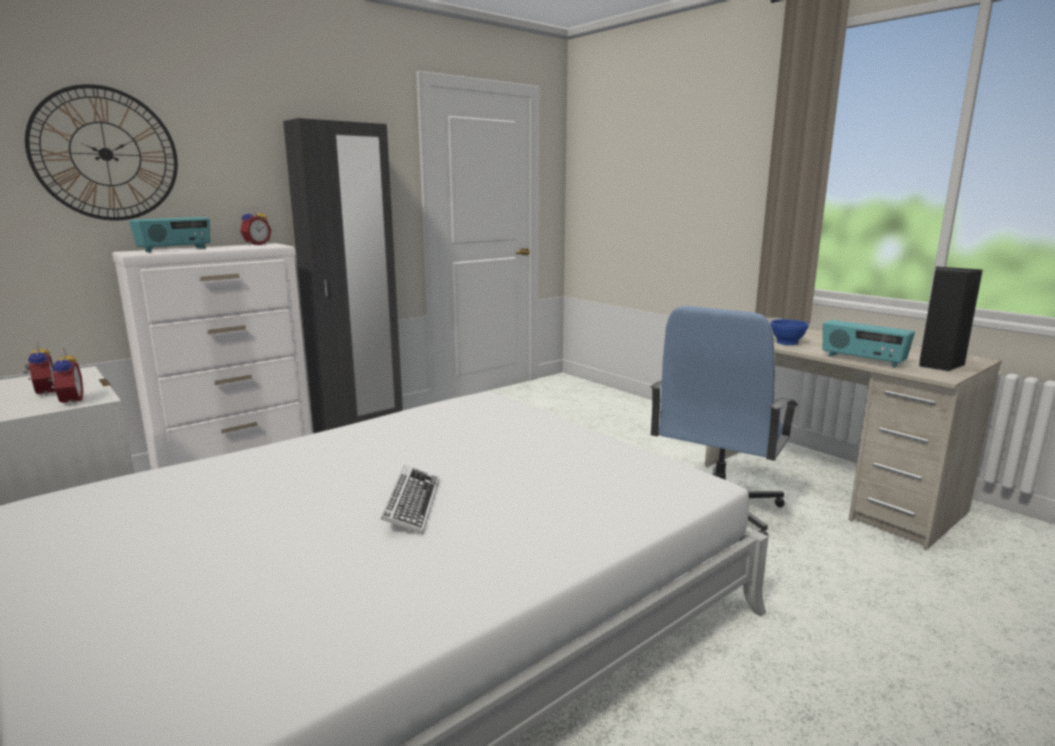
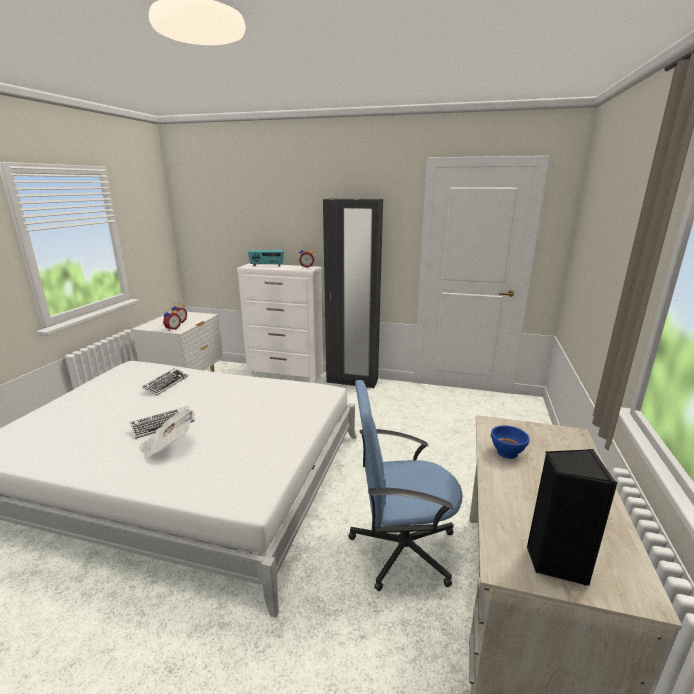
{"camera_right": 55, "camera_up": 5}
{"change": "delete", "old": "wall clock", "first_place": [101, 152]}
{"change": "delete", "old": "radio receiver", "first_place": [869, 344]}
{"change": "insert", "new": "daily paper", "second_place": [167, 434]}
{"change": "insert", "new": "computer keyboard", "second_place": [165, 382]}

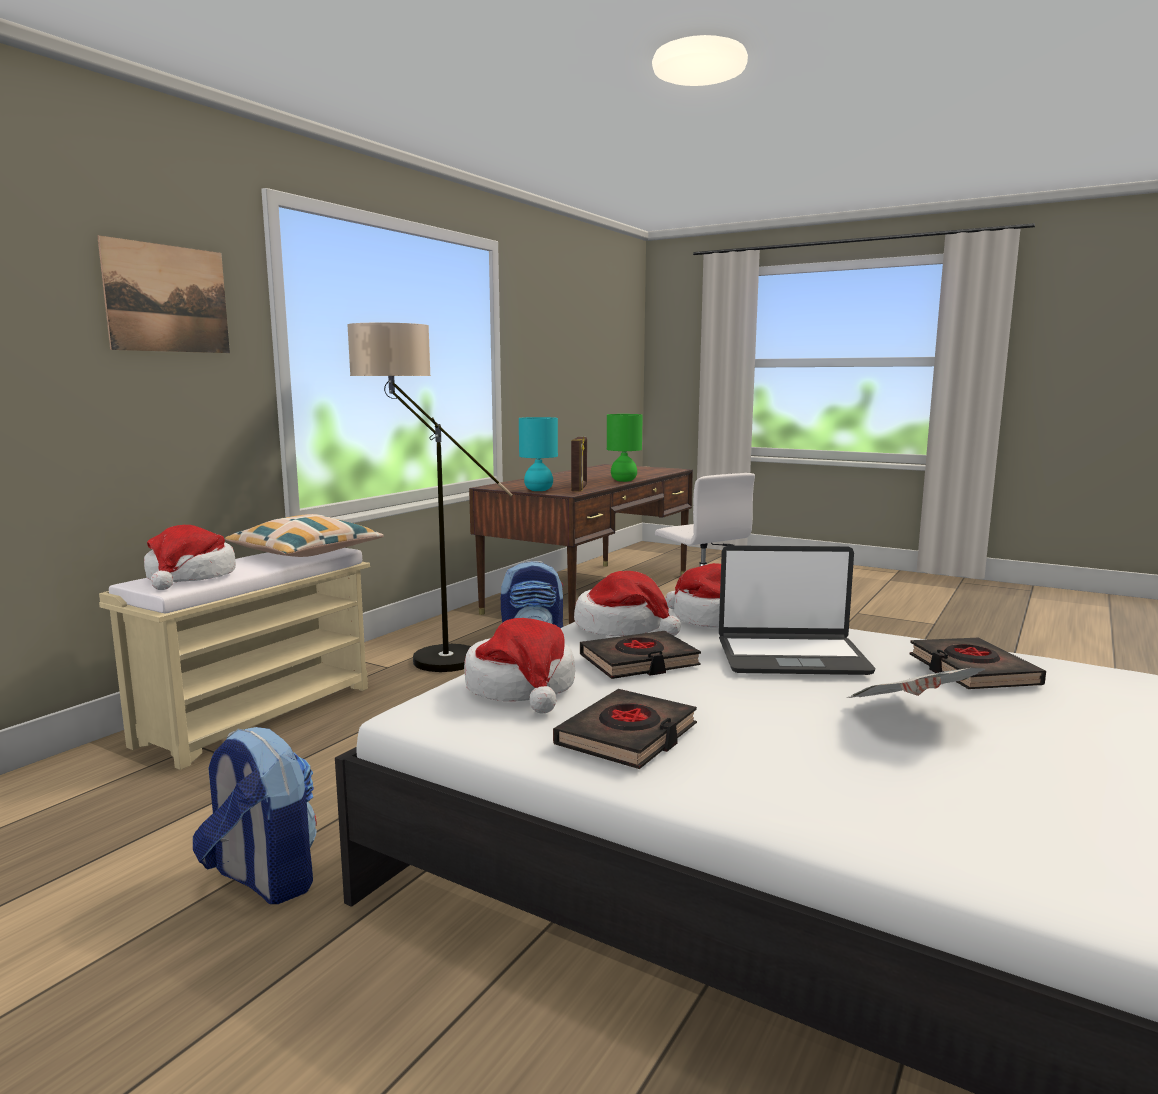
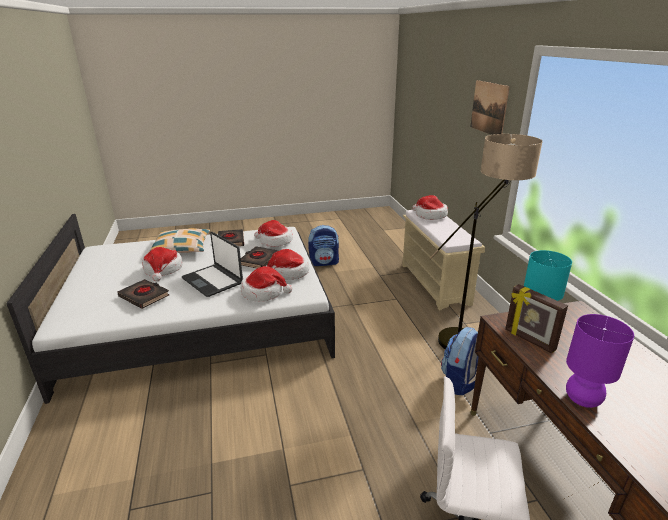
{"camera_right": 135, "camera_up": 15}
{"change": "move", "old": "pillow", "first_place": [304, 535], "second_place": [178, 241]}
{"change": "recolor", "old": "greenish table lamp", "new": "purplish table lamp", "first_place": [625, 448], "second_place": [600, 361]}
{"change": "rotate", "old": "notebook computer", "first_place": [797, 610], "second_place": [212, 264], "degrees": -90}
{"change": "replace", "old": "daily paper", "new": "wearable hat", "first_place": [916, 683], "second_place": [162, 264]}

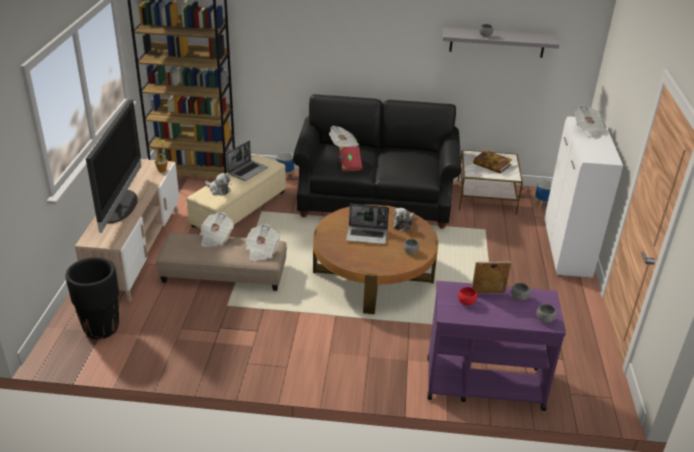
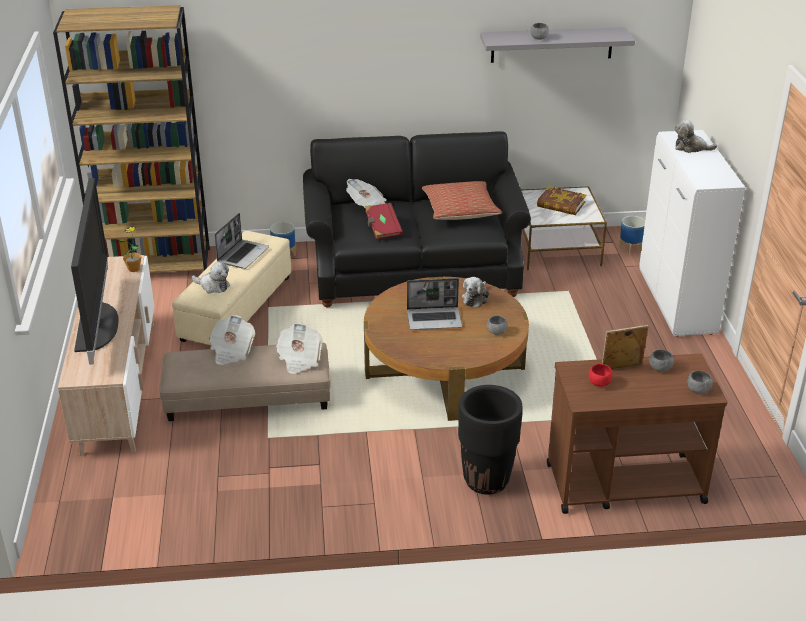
{"camera_right": -10, "camera_up": 0}
{"change": "move", "old": "black flower pot", "first_place": [92, 298], "second_place": [490, 440]}
{"change": "recolor", "old": "purplish trolley", "new": "brown trolley", "first_place": [496, 346], "second_place": [637, 434]}
{"change": "replace", "old": "daily paper", "new": "cuddly toy", "first_place": [591, 122], "second_place": [696, 136]}
{"change": "insert", "new": "pillow", "second_place": [462, 200]}

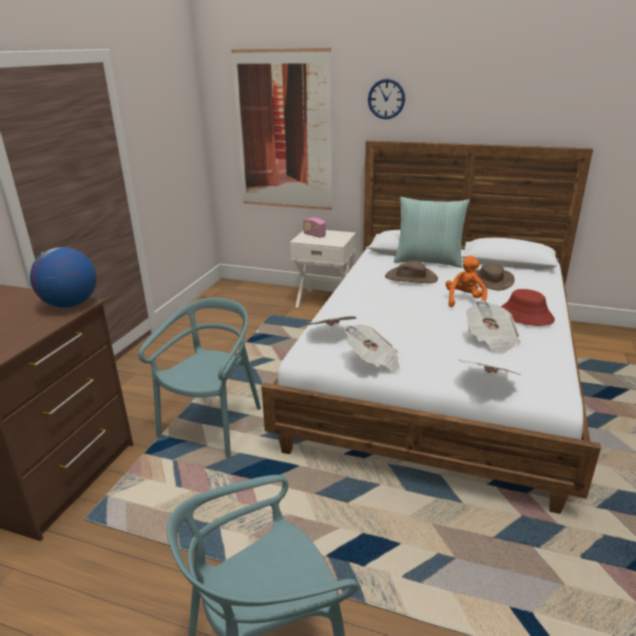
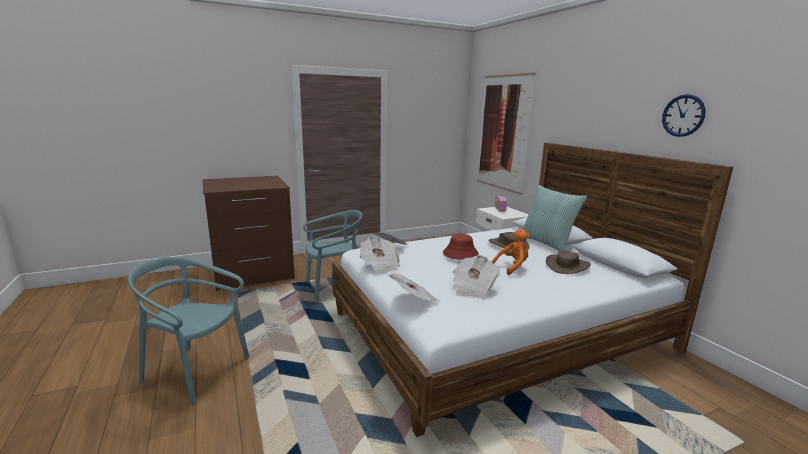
{"camera_right": 45, "camera_up": -10}
{"change": "delete", "old": "desk globe", "first_place": [63, 277]}
{"change": "move", "old": "wall clock", "first_place": [386, 99], "second_place": [684, 115]}
{"change": "move", "old": "red-coloured wearable hat", "first_place": [528, 307], "second_place": [461, 247]}

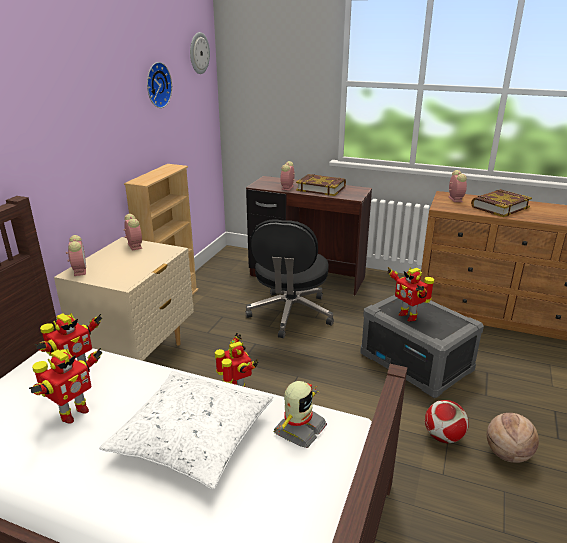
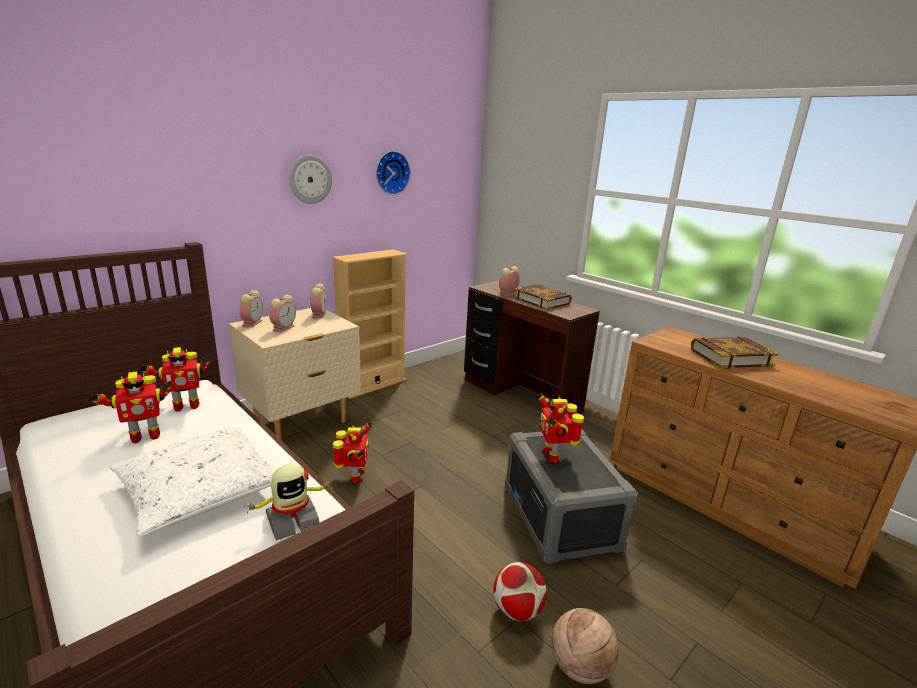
{"camera_right": 25, "camera_up": -5}
{"change": "move", "old": "wall clock", "first_place": [200, 53], "second_place": [310, 179]}
{"change": "delete", "old": "black computer chair", "first_place": [289, 278]}
{"change": "move", "old": "alarm clock", "first_place": [457, 186], "second_place": [282, 313]}

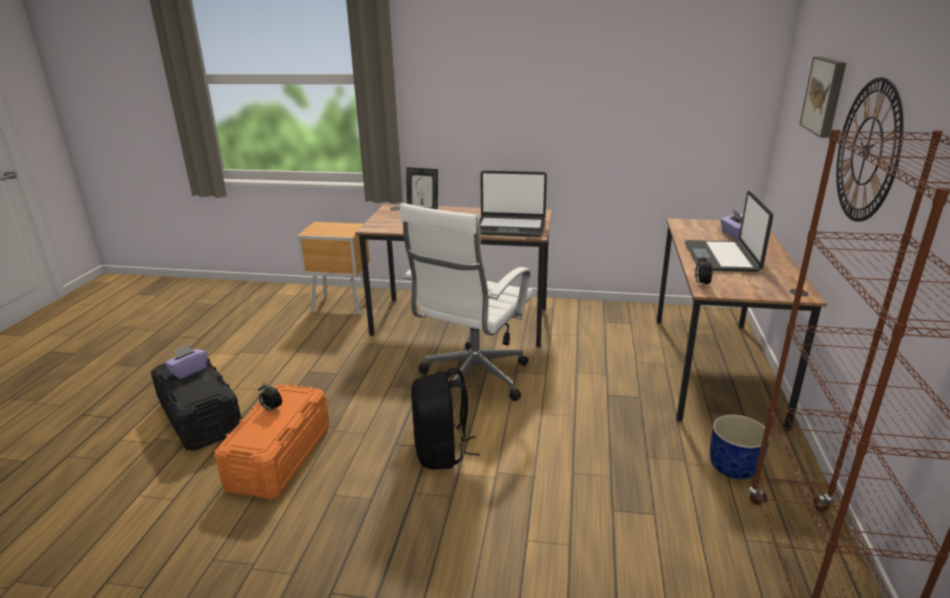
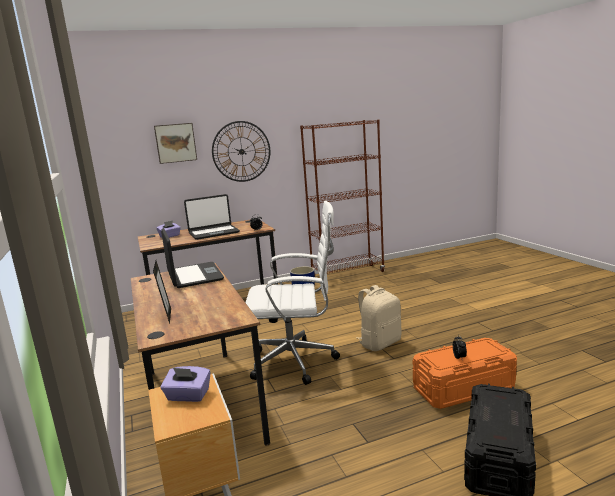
{"camera_right": -120, "camera_up": -10}
{"change": "move", "old": "purplish tissue holder", "first_place": [186, 361], "second_place": [185, 384]}
{"change": "recolor", "old": "black knapsack", "new": "beige-coloured knapsack", "first_place": [445, 419], "second_place": [378, 318]}

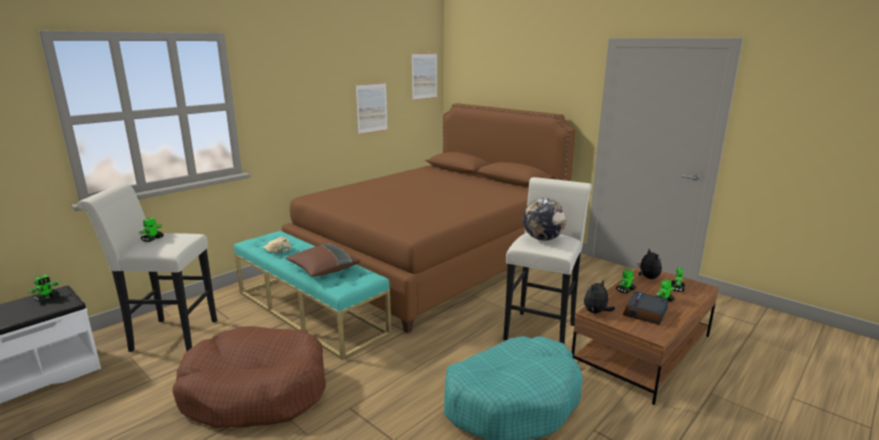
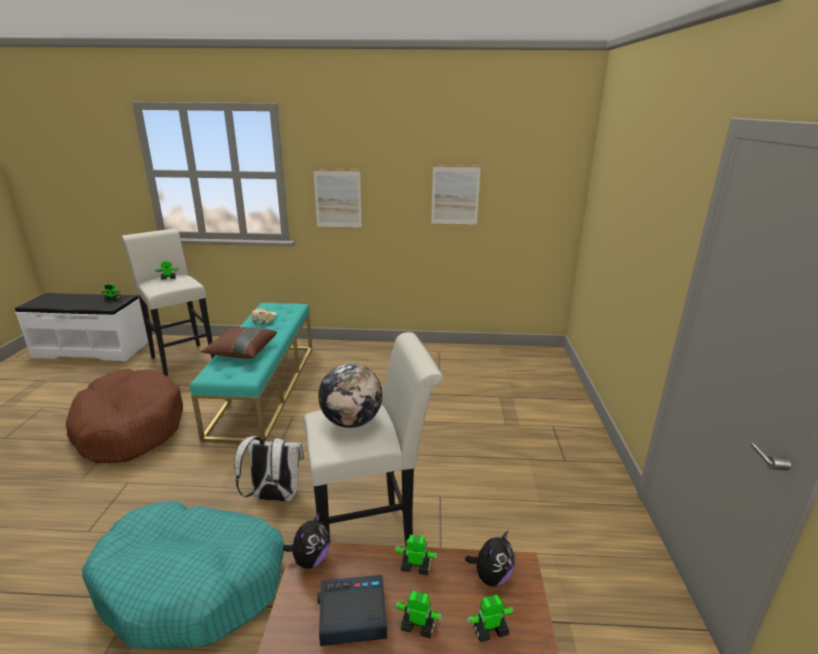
{"camera_right": 50, "camera_up": 5}
{"change": "delete", "old": "brown sleeping bed", "first_place": [429, 218]}
{"change": "move", "old": "wall picture", "first_place": [424, 76], "second_place": [337, 199]}
{"change": "rotate", "old": "cuddly toy", "first_place": [599, 296], "second_place": [306, 540], "degrees": 105}
{"change": "insert", "new": "white knapsack", "second_place": [269, 468]}

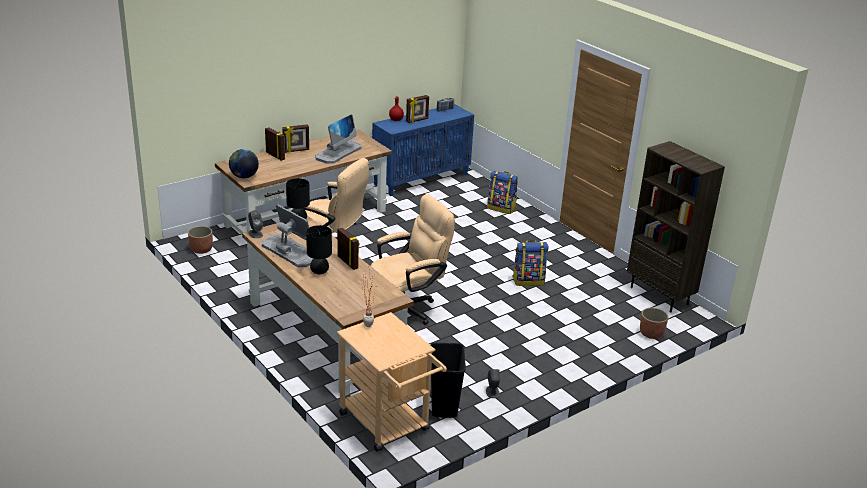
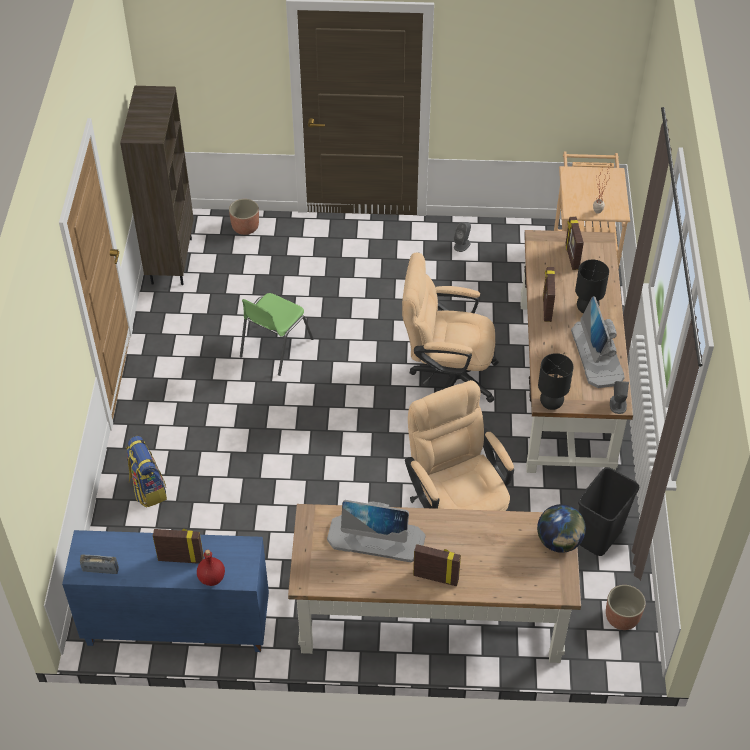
{"camera_right": -140, "camera_up": 20}
{"change": "move", "old": "picture frame", "first_place": [275, 144], "second_place": [575, 243]}
{"change": "rotate", "old": "computer display", "first_place": [338, 139], "second_place": [376, 531], "degrees": -150}
{"change": "move", "old": "black waste bin", "first_place": [448, 380], "second_place": [608, 511]}
{"change": "replace", "old": "knapsack", "new": "greenish chair", "first_place": [530, 263], "second_place": [277, 334]}

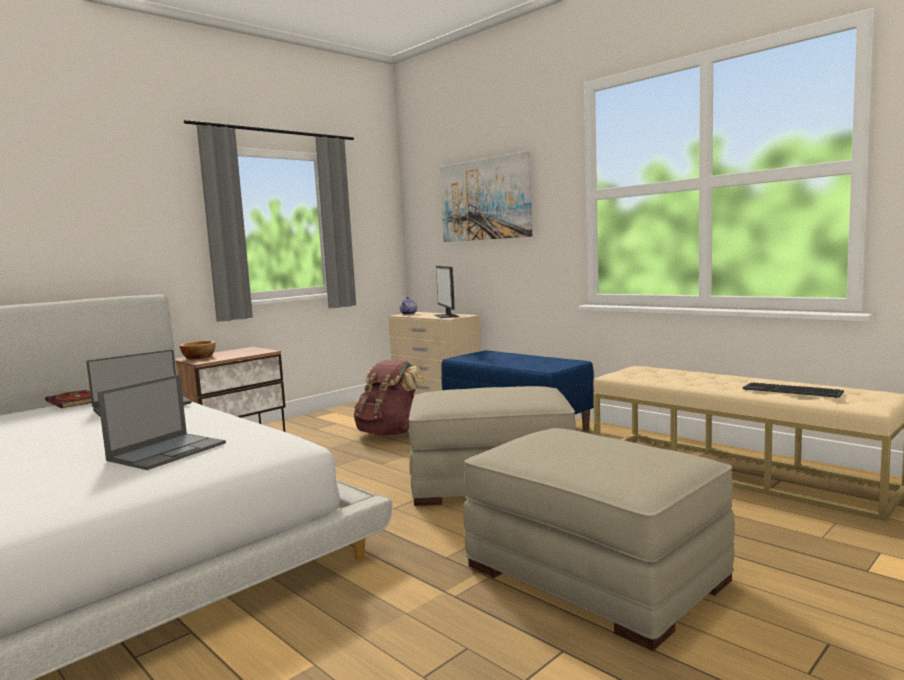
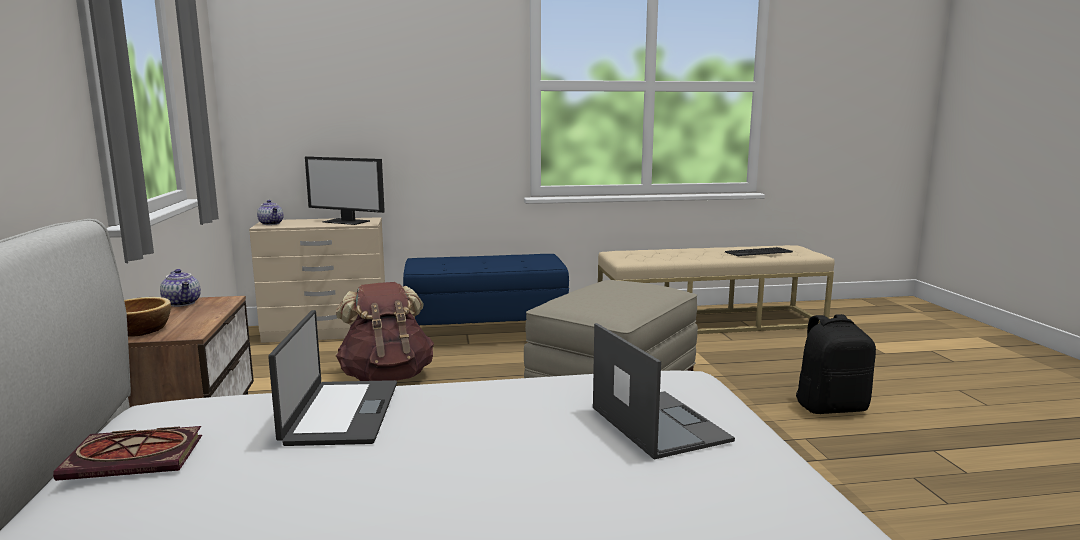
{"camera_right": -55, "camera_up": 5}
{"change": "delete", "old": "wall picture", "first_place": [486, 196]}
{"change": "replace", "old": "beige-coloured pouffe", "new": "black knapsack", "first_place": [599, 539], "second_place": [836, 364]}
{"change": "insert", "new": "pot for tea", "second_place": [180, 288]}

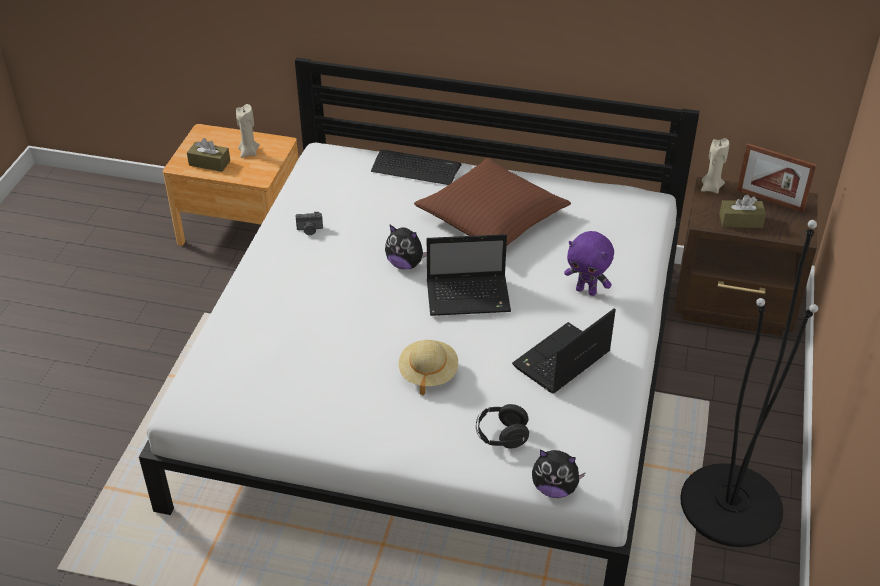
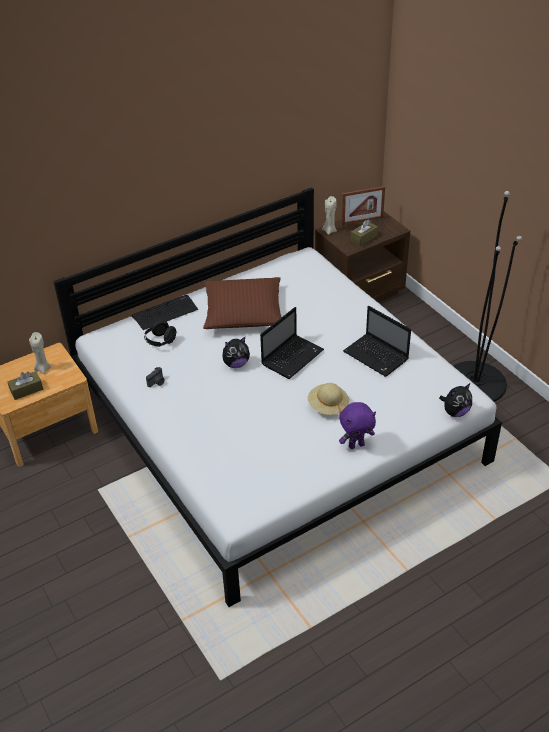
{"camera_right": -45, "camera_up": 0}
{"change": "move", "old": "black pair of headphones", "first_place": [502, 426], "second_place": [160, 333]}
{"change": "rotate", "old": "notebook computer", "first_place": [564, 351], "second_place": [377, 341], "degrees": -45}
{"change": "move", "old": "purplish cuddly toy", "first_place": [589, 263], "second_place": [357, 425]}

